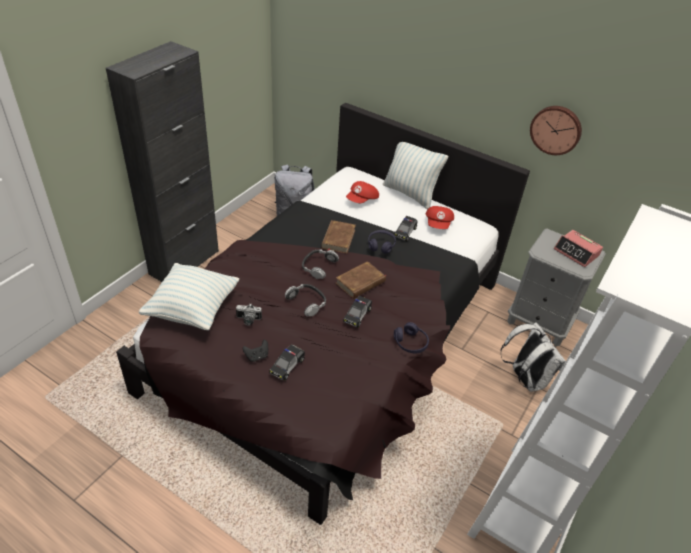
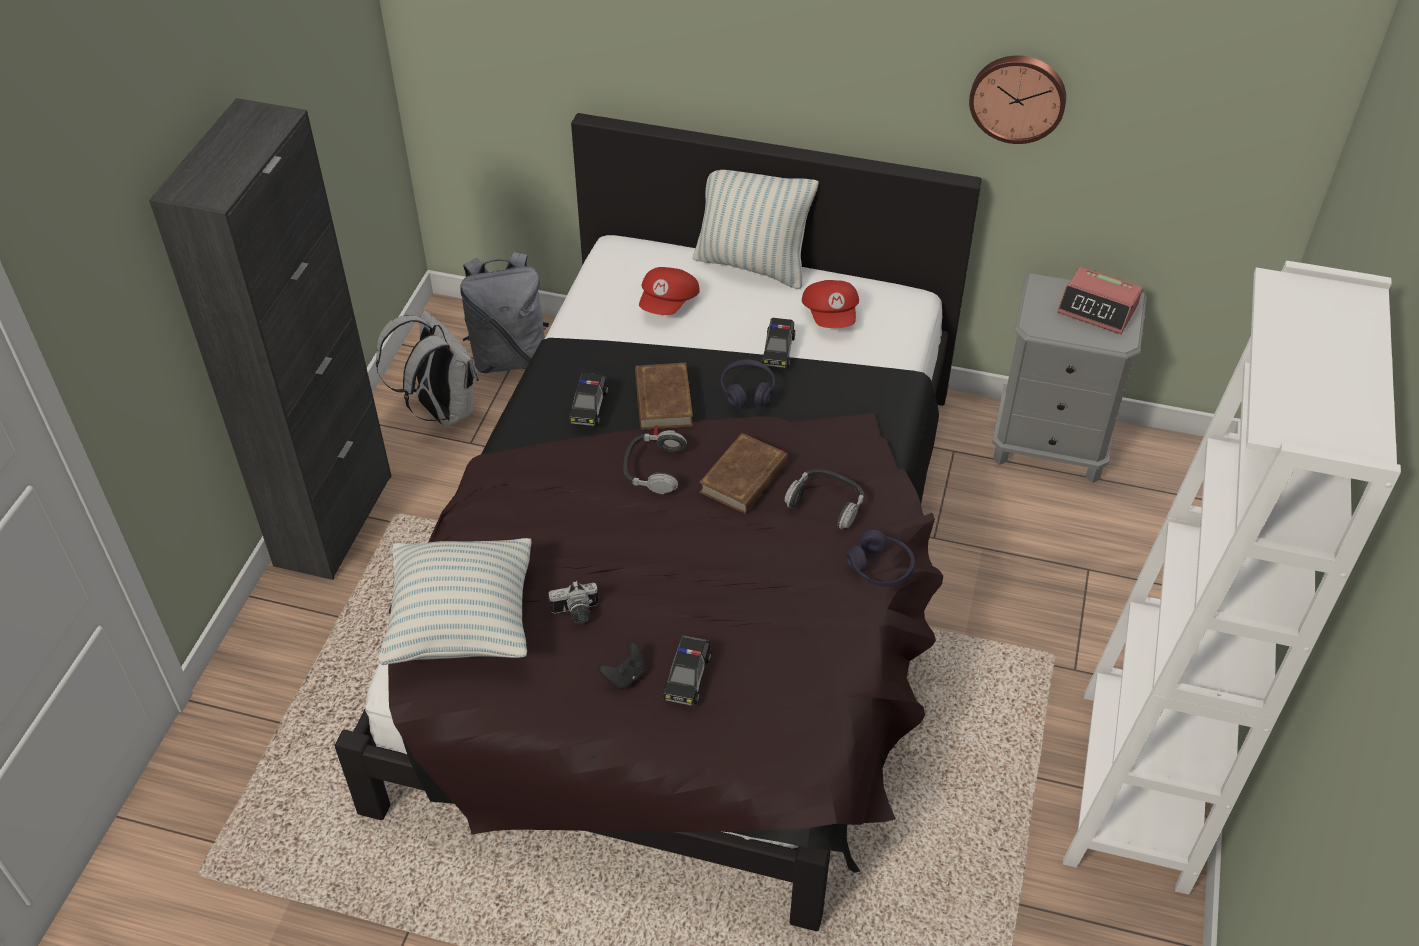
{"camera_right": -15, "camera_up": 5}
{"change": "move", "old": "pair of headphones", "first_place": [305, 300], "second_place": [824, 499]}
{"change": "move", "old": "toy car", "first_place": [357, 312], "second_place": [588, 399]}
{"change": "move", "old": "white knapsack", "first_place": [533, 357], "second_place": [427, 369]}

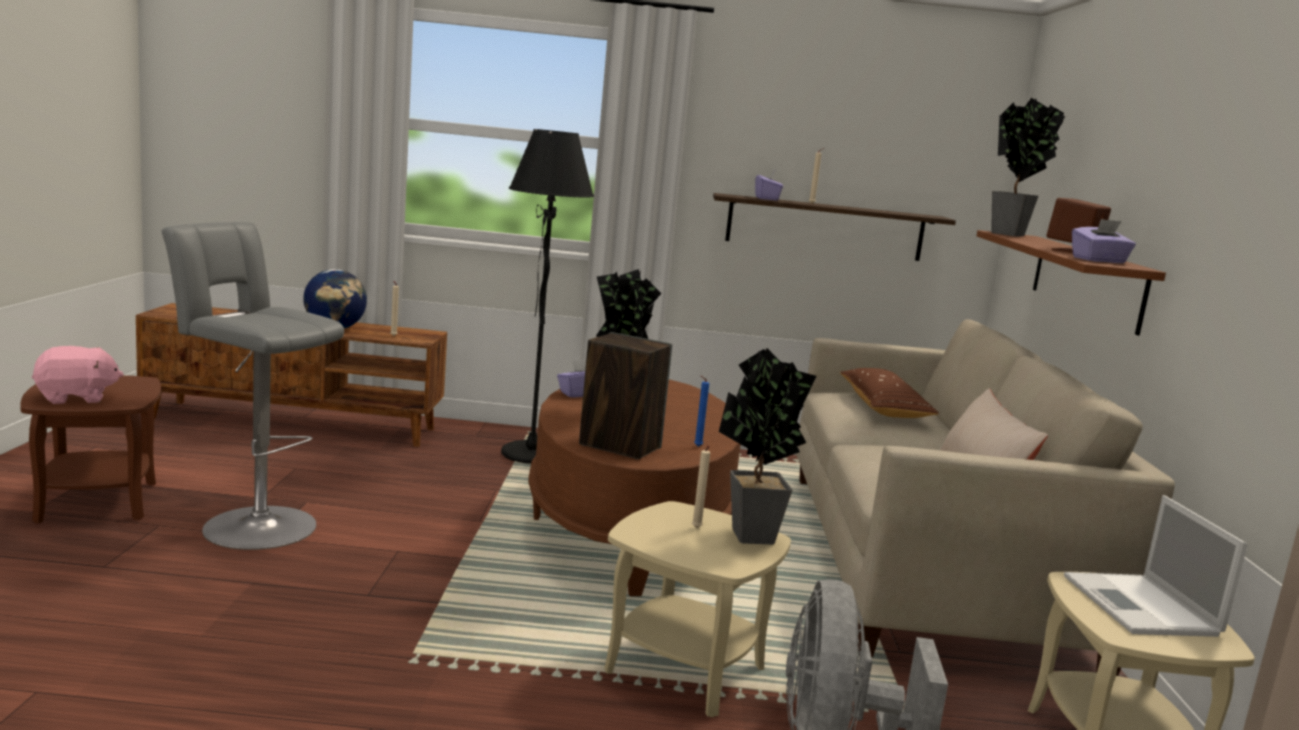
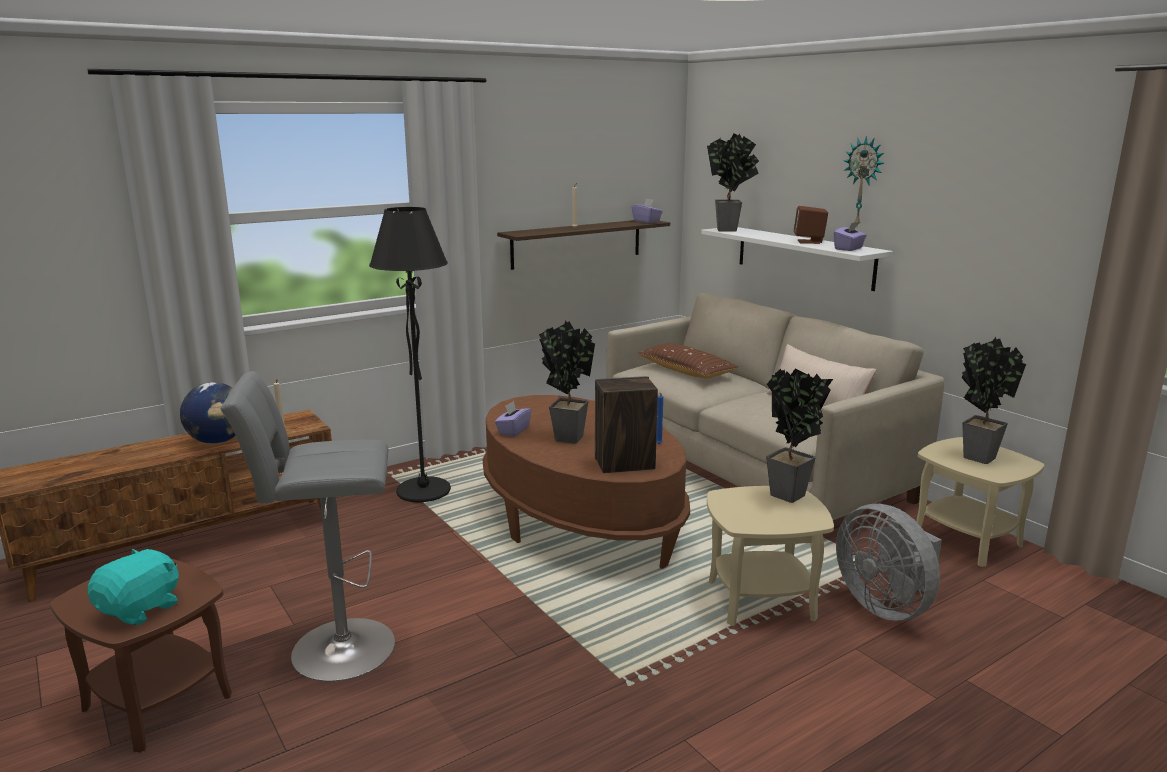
{"camera_right": -35, "camera_up": 5}
{"change": "recolor", "old": "pink cuddly toy", "new": "turquoise-coloured cuddly toy", "first_place": [78, 375], "second_place": [133, 587]}
{"change": "delete", "old": "beige-coloured wax light", "first_place": [701, 487]}
{"change": "move", "old": "purplish tissue holder", "first_place": [769, 185], "second_place": [647, 211]}
{"change": "recolor", "old": "brown shelf", "new": "white shelf", "first_place": [1071, 283], "second_place": [797, 259]}
{"change": "replace", "old": "notebook computer", "new": "houseplant", "first_place": [1156, 566], "second_place": [993, 400]}
{"change": "insert", "new": "wall clock", "second_place": [864, 182]}

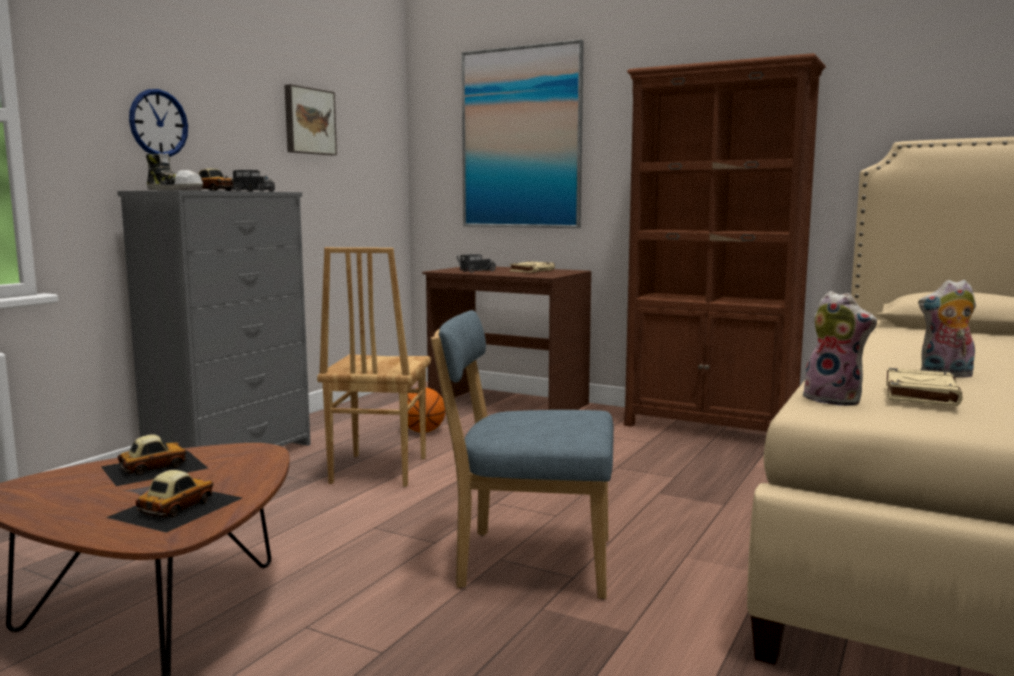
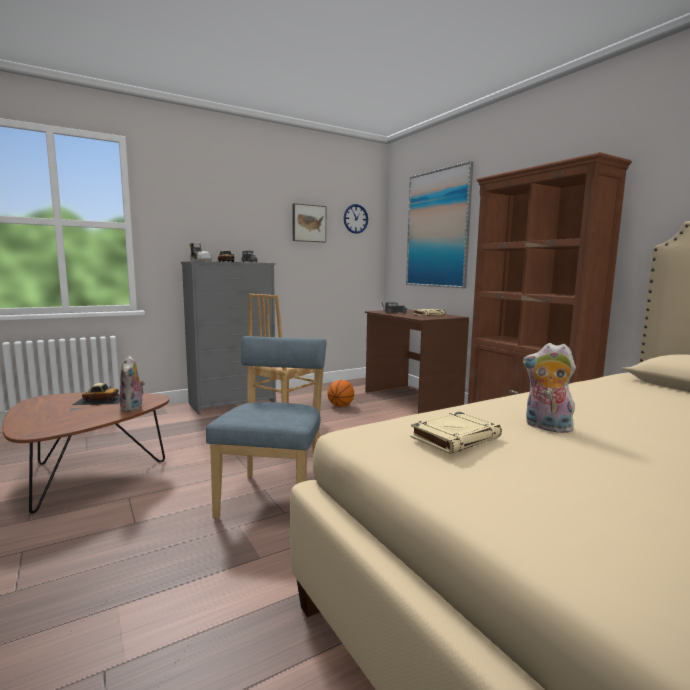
{"camera_right": 30, "camera_up": 0}
{"change": "delete", "old": "toy car", "first_place": [174, 501]}
{"change": "move", "old": "wall clock", "first_place": [158, 123], "second_place": [356, 219]}
{"change": "rotate", "old": "bluish chair", "first_place": [522, 454], "second_place": [266, 427], "degrees": 60}
{"change": "move", "old": "cuddly toy", "first_place": [840, 348], "second_place": [132, 384]}

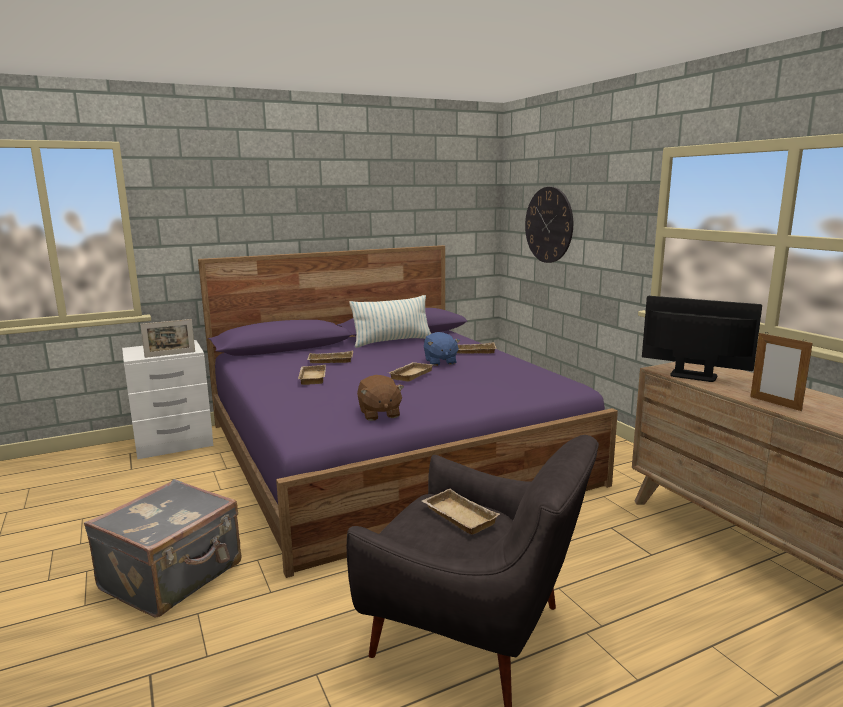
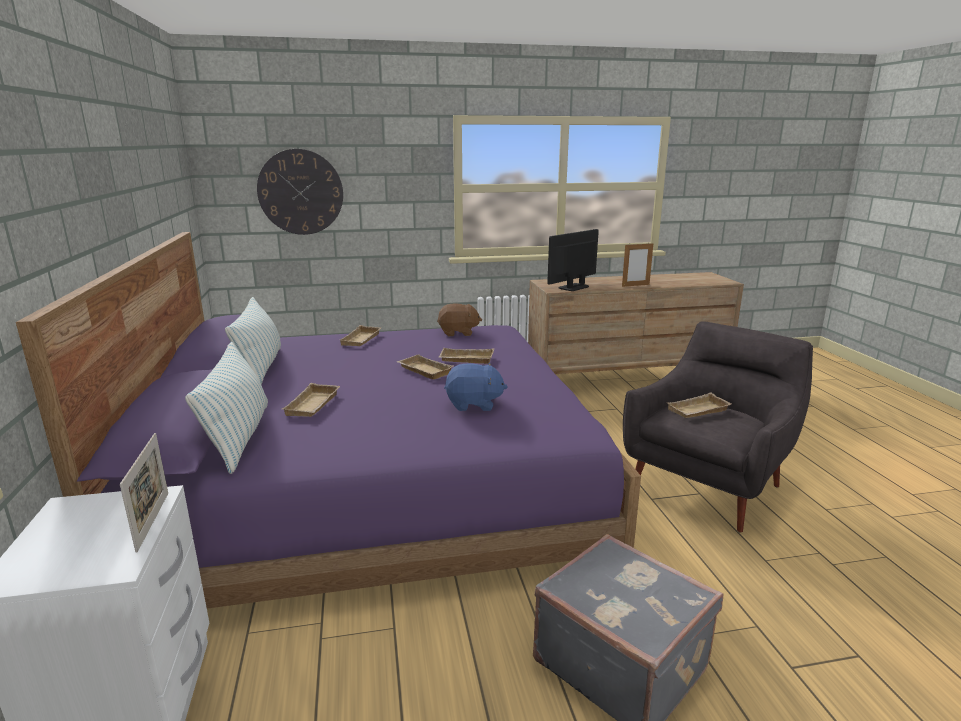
{"camera_right": -75, "camera_up": 5}
{"change": "move", "old": "beige-coloured serving tray", "first_place": [312, 375], "second_place": [466, 356]}
{"change": "move", "old": "brown cuddly toy", "first_place": [380, 398], "second_place": [459, 319]}
{"change": "move", "old": "bluish cuddly toy", "first_place": [442, 349], "second_place": [475, 387]}
{"change": "insert", "new": "pillow", "second_place": [226, 408]}

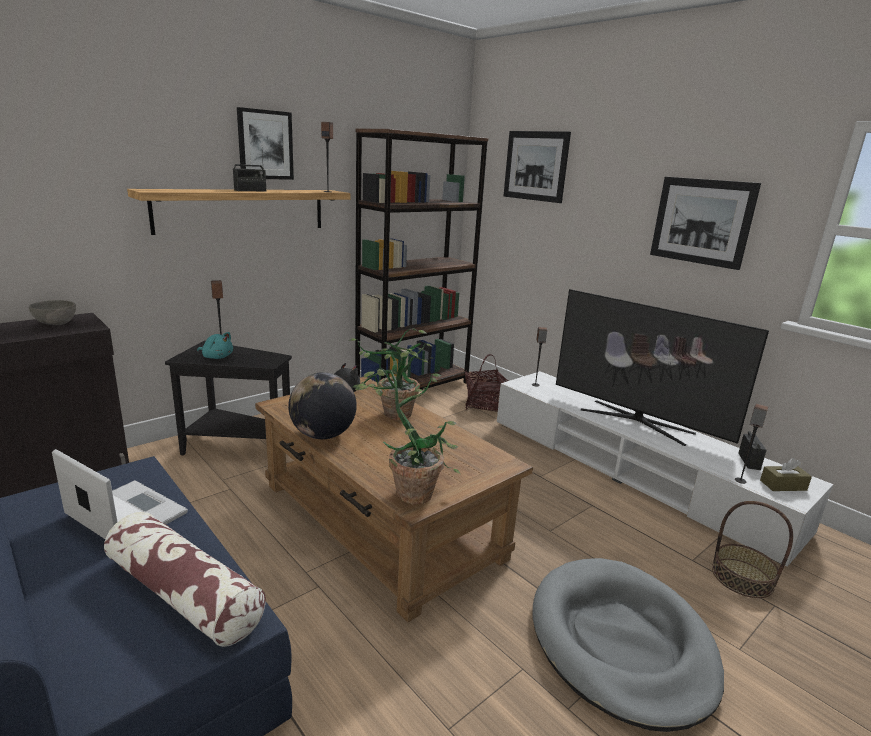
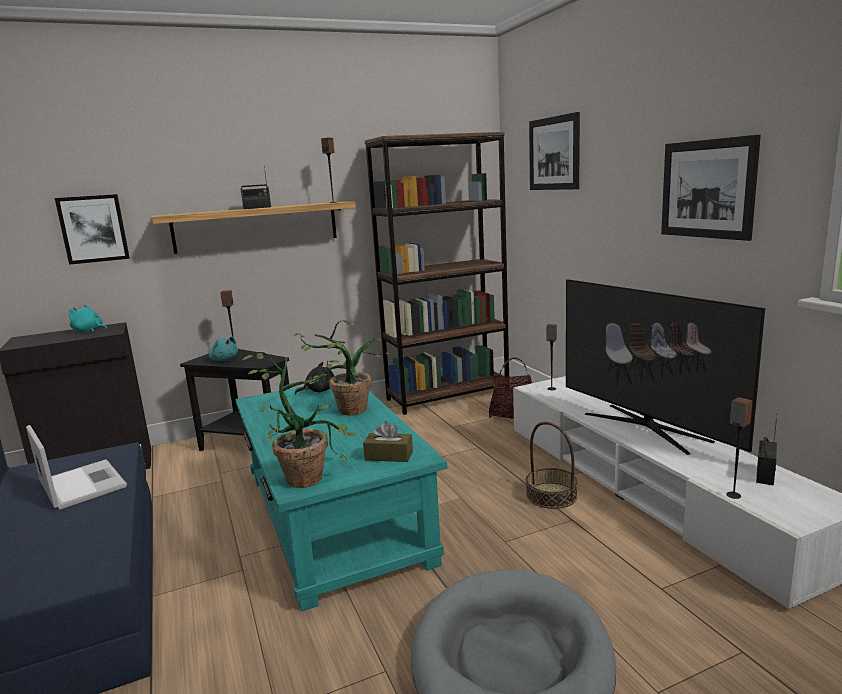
{"camera_right": 20, "camera_up": -5}
{"change": "replace", "old": "grey deep dish", "new": "turquoise-coloured cuddly toy", "first_place": [52, 312], "second_place": [88, 318]}
{"change": "delete", "old": "pillow", "first_place": [185, 579]}
{"change": "move", "old": "wall picture", "first_place": [265, 143], "second_place": [92, 229]}
{"change": "recolor", "old": "brown low table", "new": "turquoise-coloured low table", "first_place": [394, 499], "second_place": [341, 499]}
{"change": "delete", "old": "desk globe", "first_place": [322, 405]}
{"change": "move", "old": "basket", "first_place": [752, 549], "second_place": [552, 465]}
{"change": "move", "old": "brown tissue holder", "first_place": [786, 474], "second_place": [388, 441]}

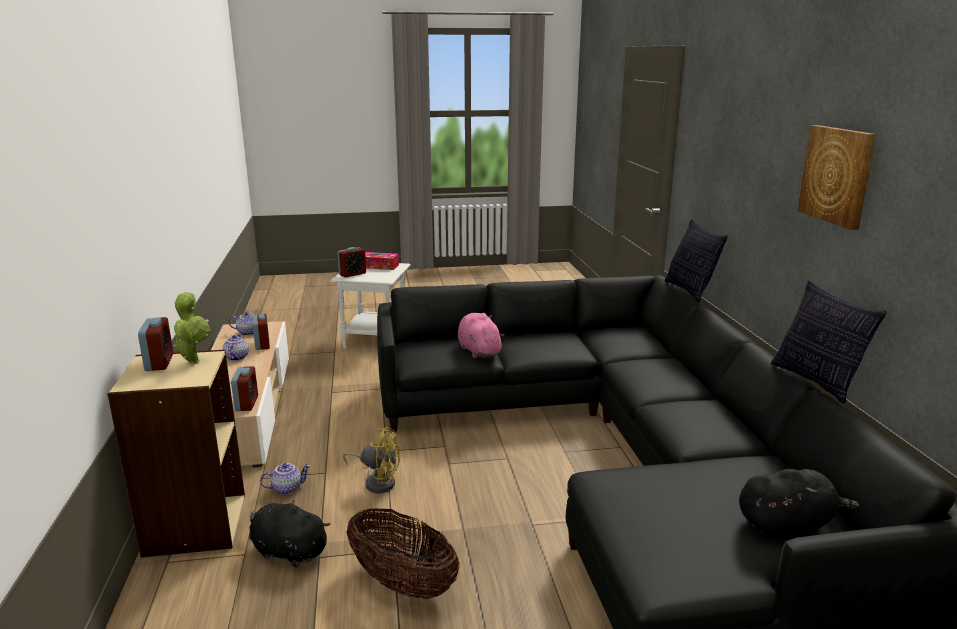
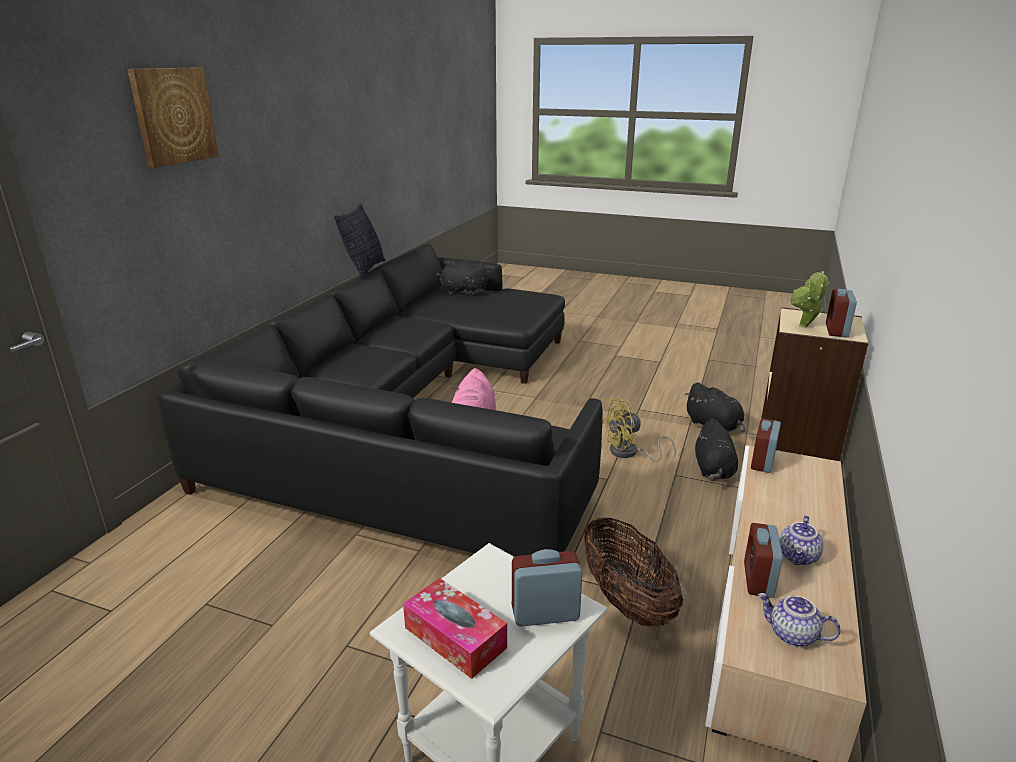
{"camera_right": -150, "camera_up": 5}
{"change": "replace", "old": "pot for tea", "new": "black cuddly toy", "first_place": [285, 479], "second_place": [716, 449]}
{"change": "rotate", "old": "yellow-coloured electric fan", "first_place": [371, 460], "second_place": [639, 430], "degrees": -60}
{"change": "move", "old": "basket", "first_place": [403, 553], "second_place": [633, 572]}
{"change": "delete", "old": "pillow", "first_place": [696, 261]}
{"change": "move", "old": "wall picture", "first_place": [836, 177], "second_place": [173, 117]}

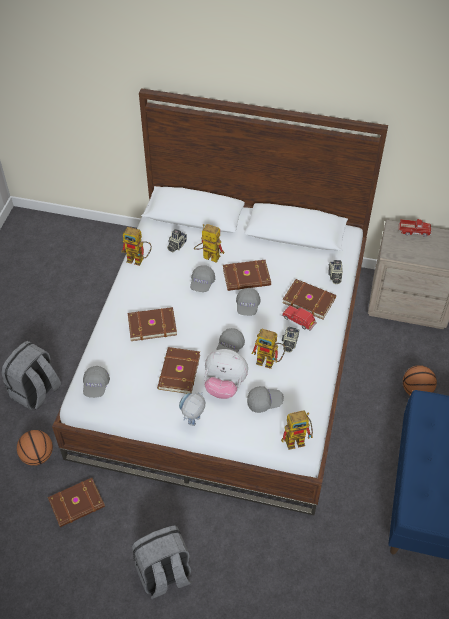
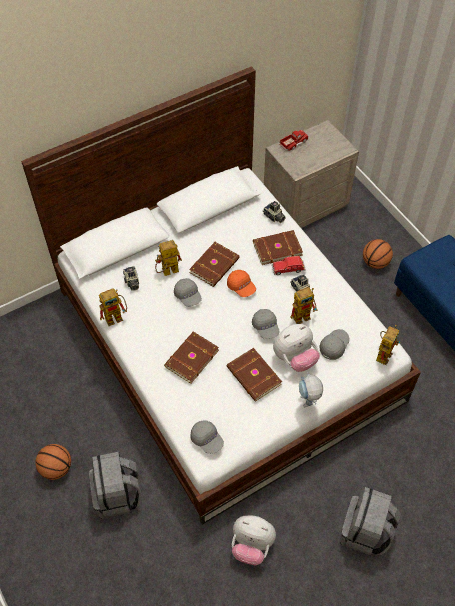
{"camera_right": -45, "camera_up": 5}
{"change": "move", "old": "basketball", "first_place": [35, 448], "second_place": [53, 462]}
{"change": "replace", "old": "brown bound book", "new": "cuddly toy", "first_place": [76, 502], "second_place": [254, 540]}
{"change": "recolor", "old": "grey peaked cap", "new": "orange peaked cap", "first_place": [248, 302], "second_place": [241, 283]}

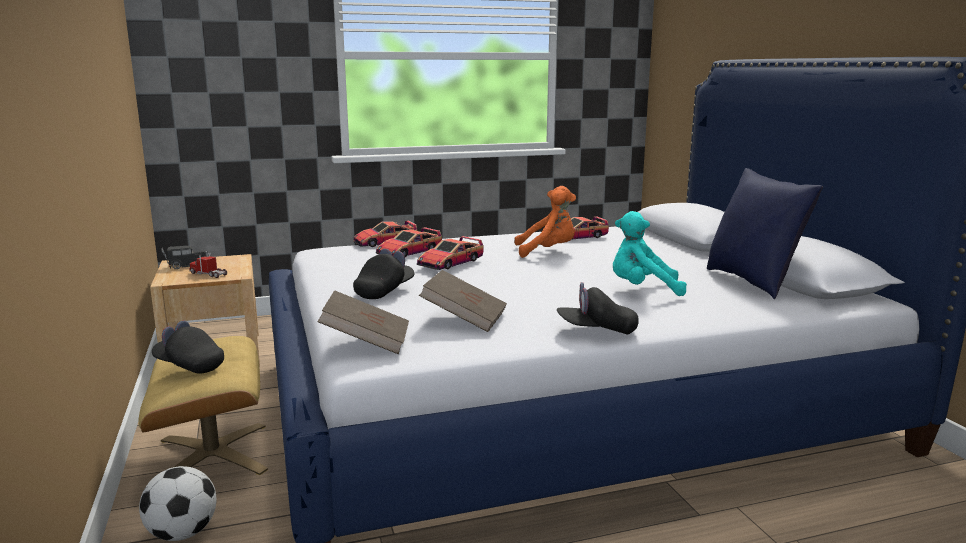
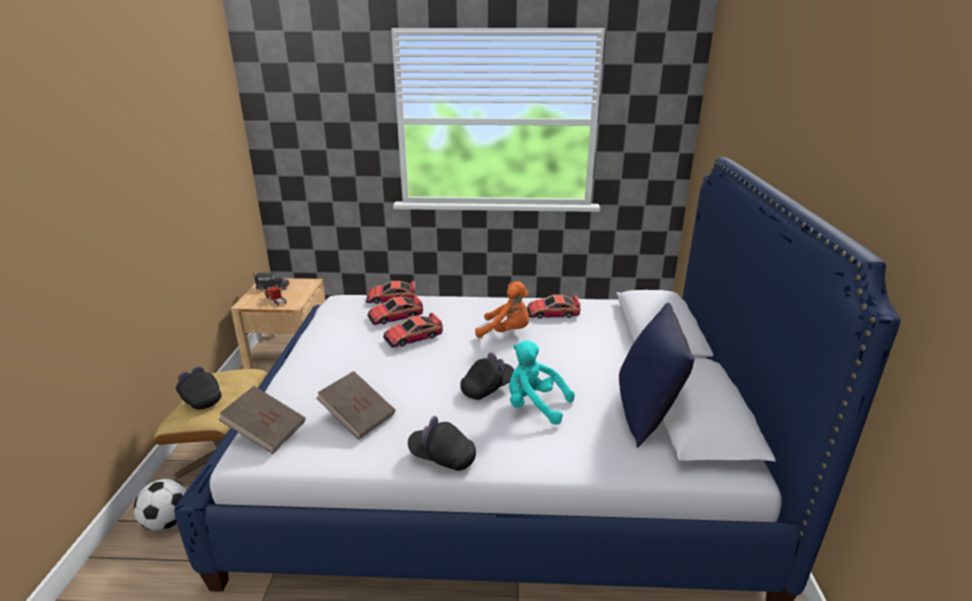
{"camera_right": 20, "camera_up": 10}
{"change": "move", "old": "black peaked cap", "first_place": [383, 274], "second_place": [487, 376]}

